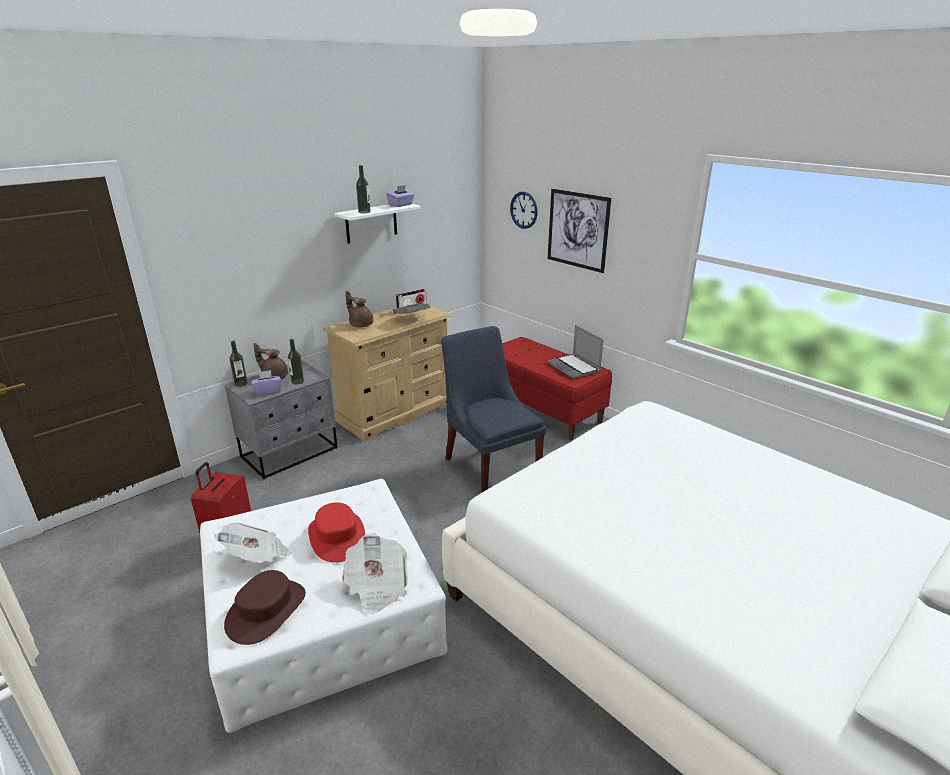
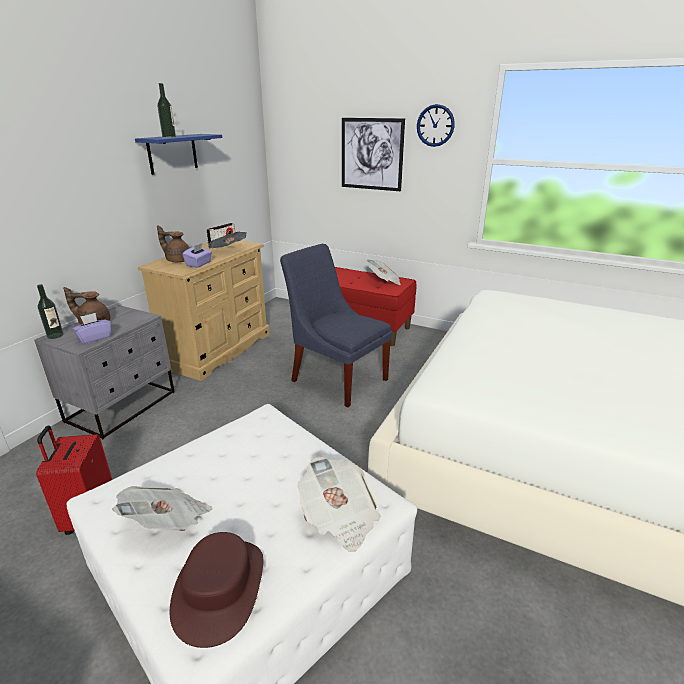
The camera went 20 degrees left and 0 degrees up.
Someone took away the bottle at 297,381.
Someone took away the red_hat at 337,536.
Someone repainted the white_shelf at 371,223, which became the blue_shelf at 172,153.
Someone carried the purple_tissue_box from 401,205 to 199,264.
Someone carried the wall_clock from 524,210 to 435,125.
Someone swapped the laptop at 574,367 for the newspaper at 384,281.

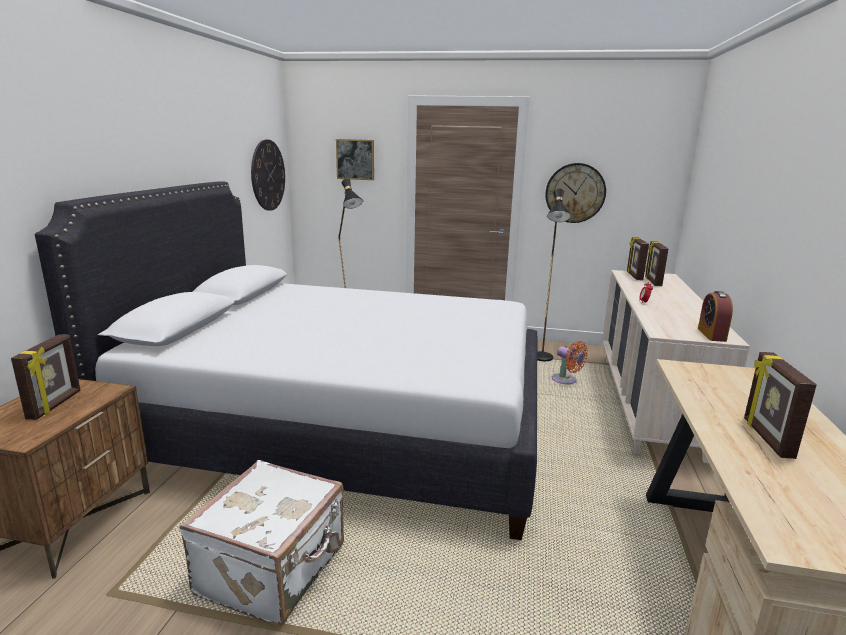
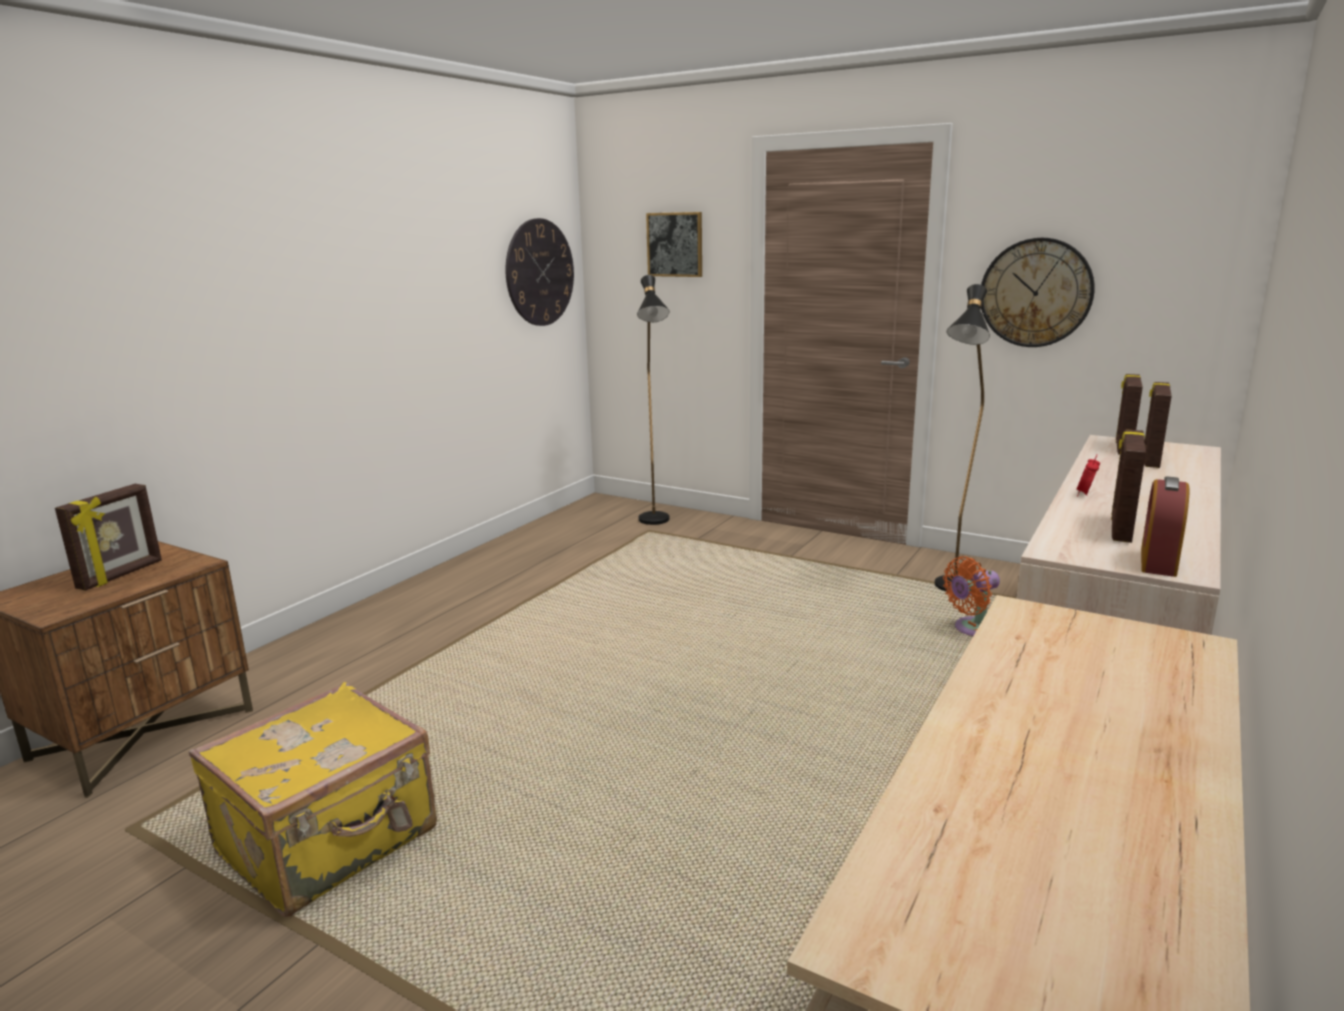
The camera went 20 degrees right and 0 degrees up.
Someone took away the white_bed at 343,427.
Someone repainted the white_suitcase at 274,570, which became the yellow_suitcase at 330,842.
Someone rotated the orange_fan at 566,380 by 90 degrees clockwise.
Someone carried the picture_frame from 766,438 to 1119,528.

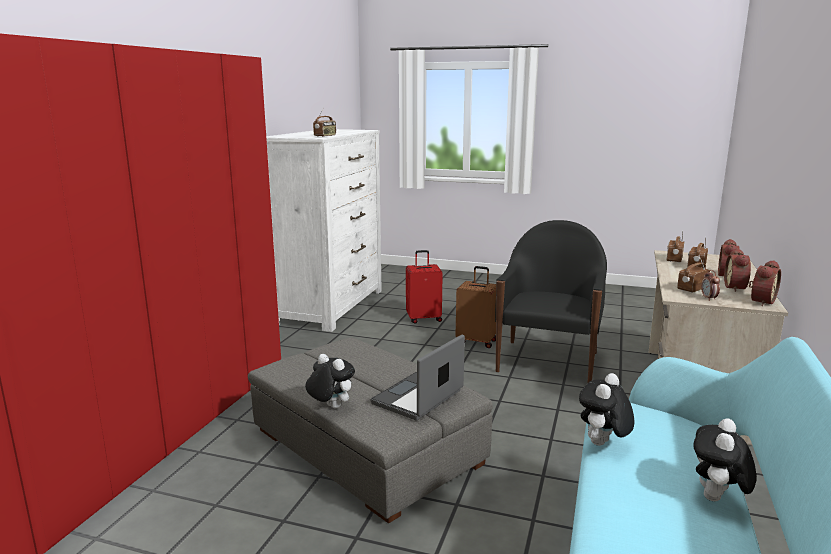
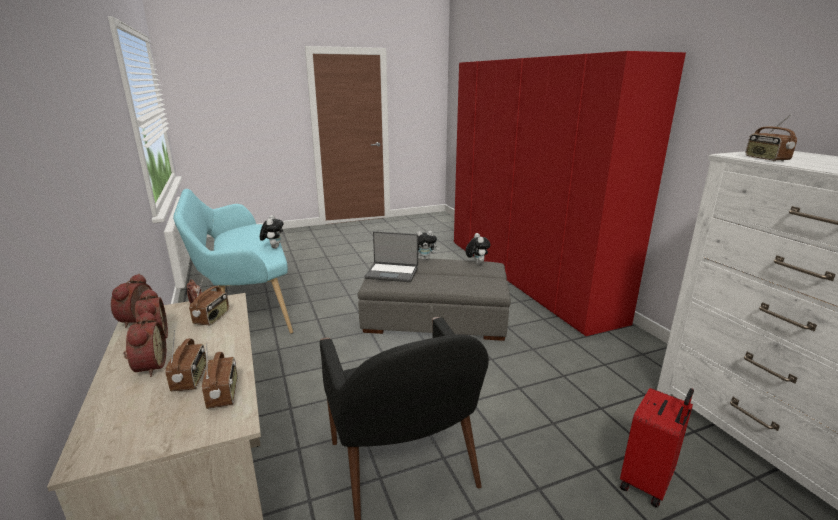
The camera went 140 degrees right and 5 degrees up.
Someone rotated the laptop at 419,398 by 105 degrees clockwise.
Someone took away the brown_suitcase at 477,341.
Someone carried the plush_toy from 717,499 to 476,263.

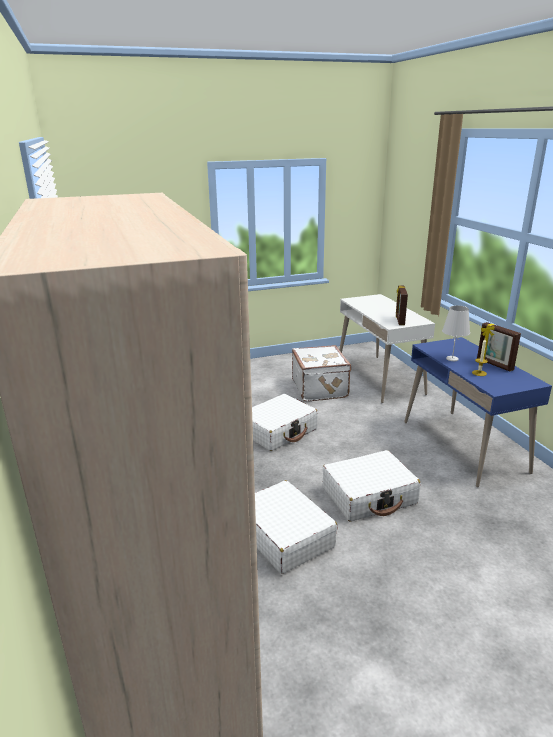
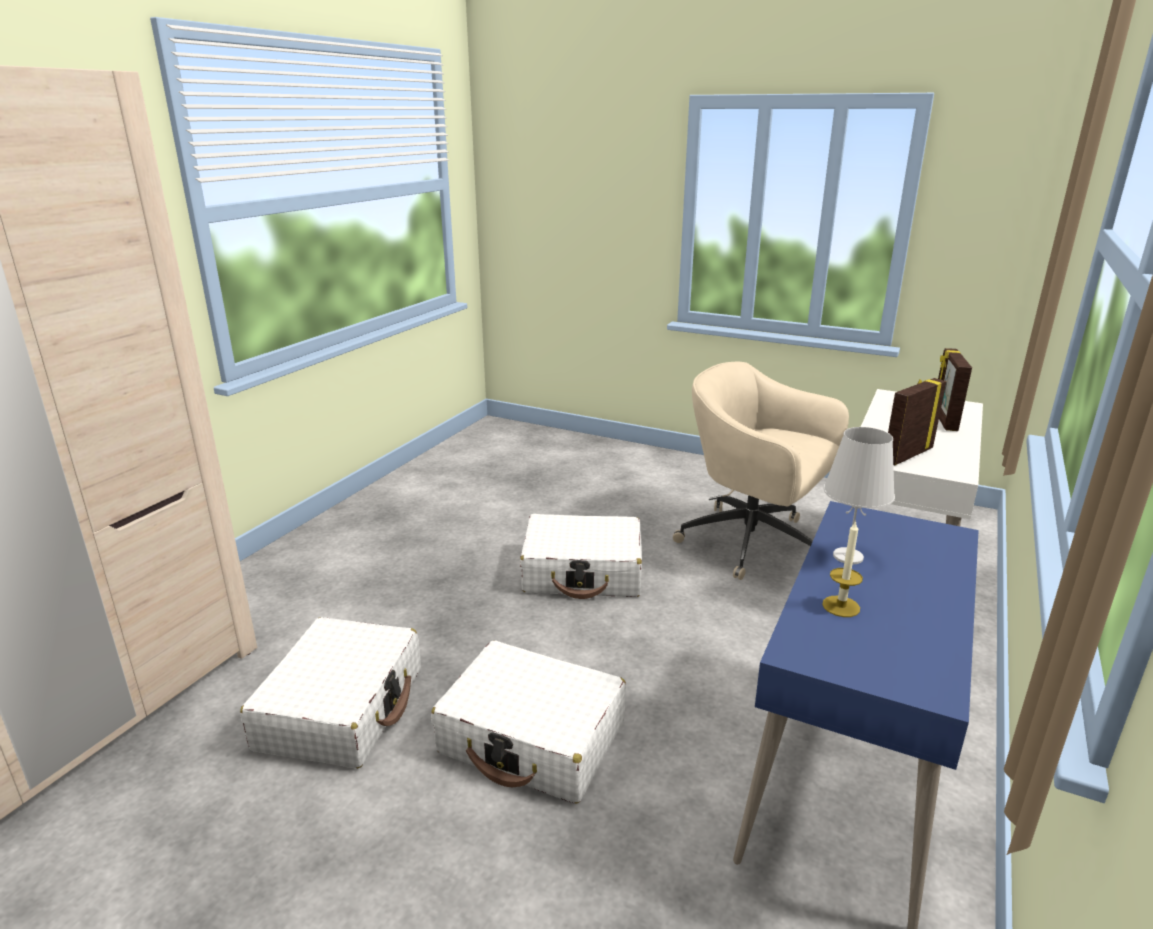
The camera went 45 degrees right and 0 degrees up.
Someone swapped the white_suitcase at 320,388 for the beige_office_chair at 754,543.
Someone carried the picture_frame from 494,365 to 943,420.

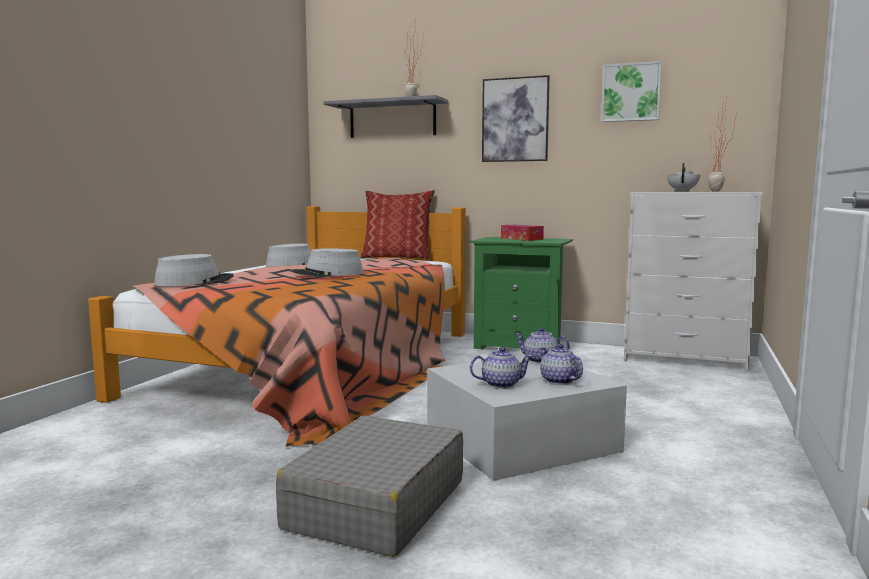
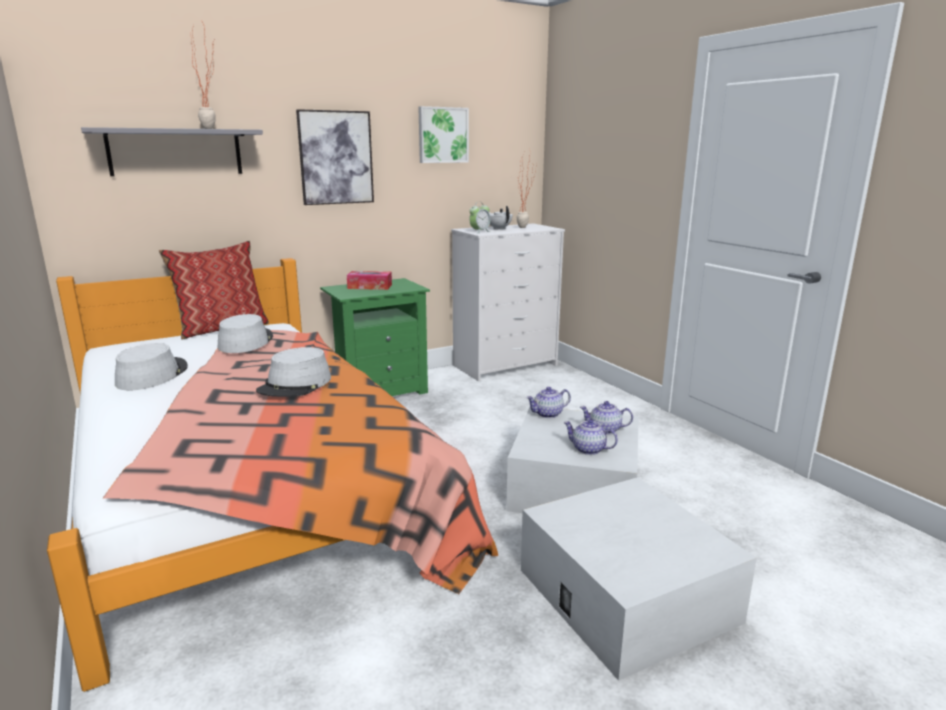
The camera went 50 degrees left and 10 degrees up.
Someone carried the grey_hat from 194,282 to 245,342.
Someone swapped the grey_suitcase at 376,505 for the white_storage_box at 626,595.
Someone rotated the teapot at 501,384 by 90 degrees counterclockwise.
Someone put down the alarm_clock at 479,232.

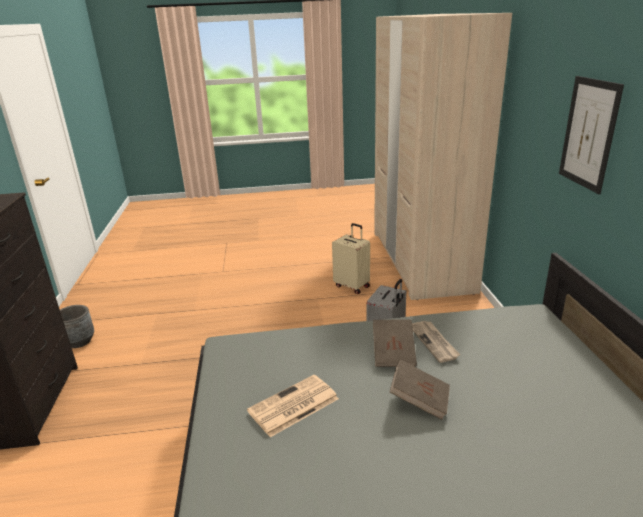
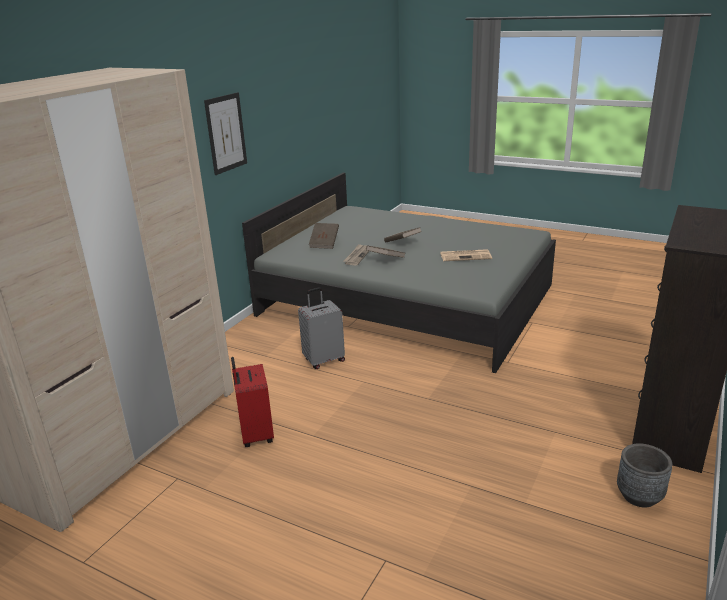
The camera went 145 degrees left and 0 degrees up.
Someone repainted the beige_suitcase at 352,286, which became the red_suitcase at 255,435.
Someone put down the brown_book at 324,243.

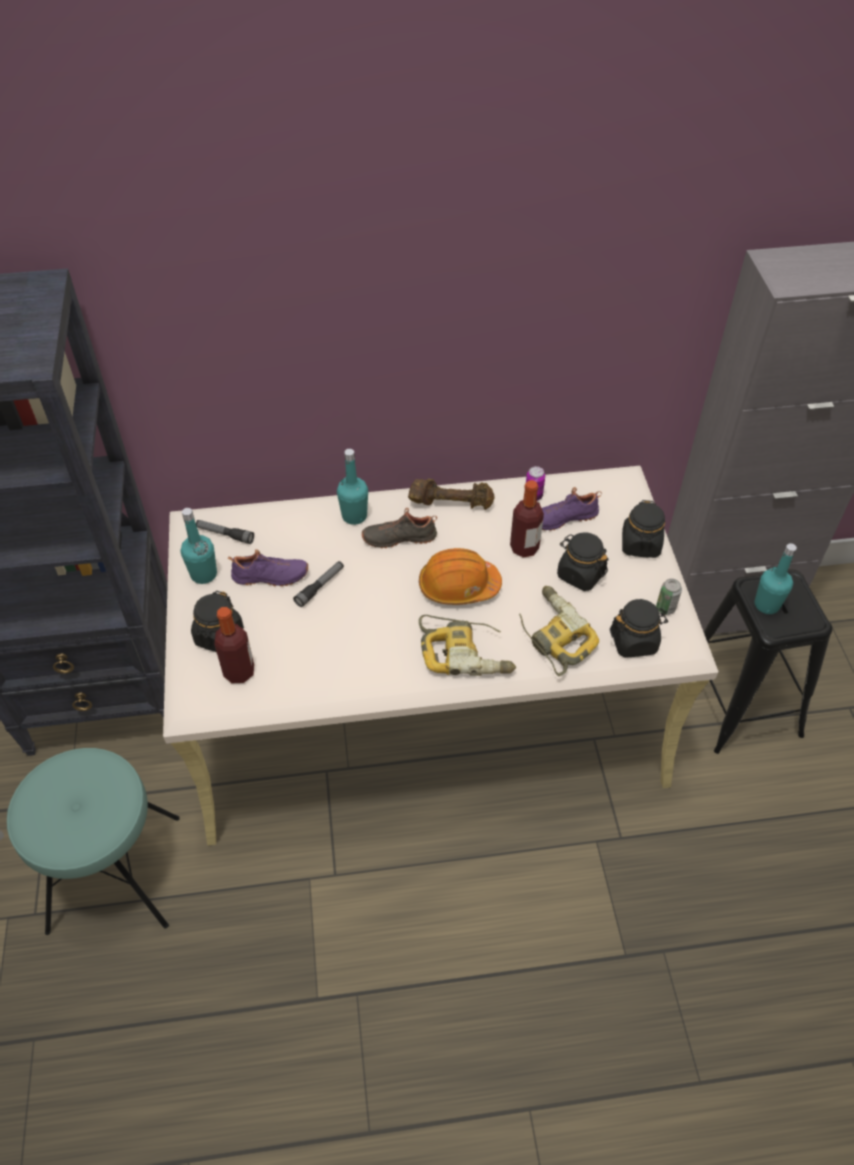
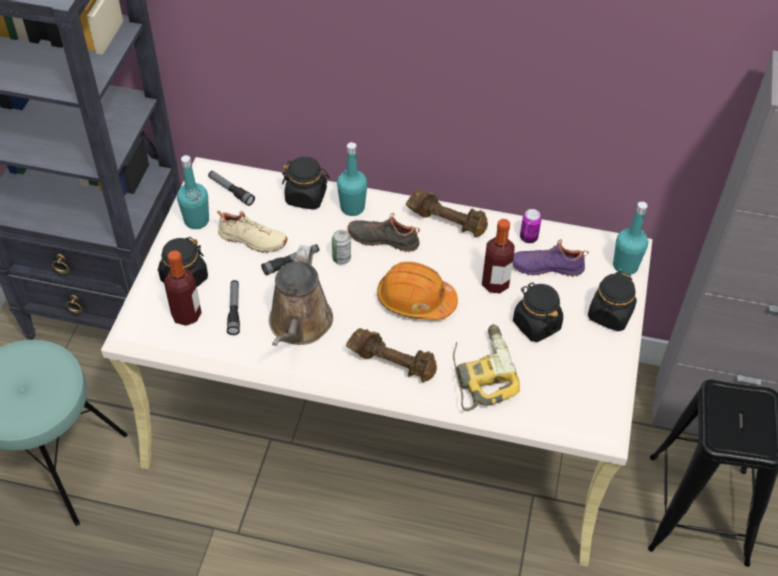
The camera went 20 degrees right and 0 degrees up.
Someone repainted the purple_shoe at 270,577, which became the beige_shoe at 252,241.
Someone swapped the power_drill at 466,652 for the brown_dumbbell at 392,362.
Someone carried the black_jar from 634,641 to 306,197.
Someone carried the can from 665,608 to 341,258.
Someone carried the turquoise_bottle from 766,605 to 625,266.
Someone put down the flashlight at 234,310.
Someone put down the brown_watering_can at 299,325.

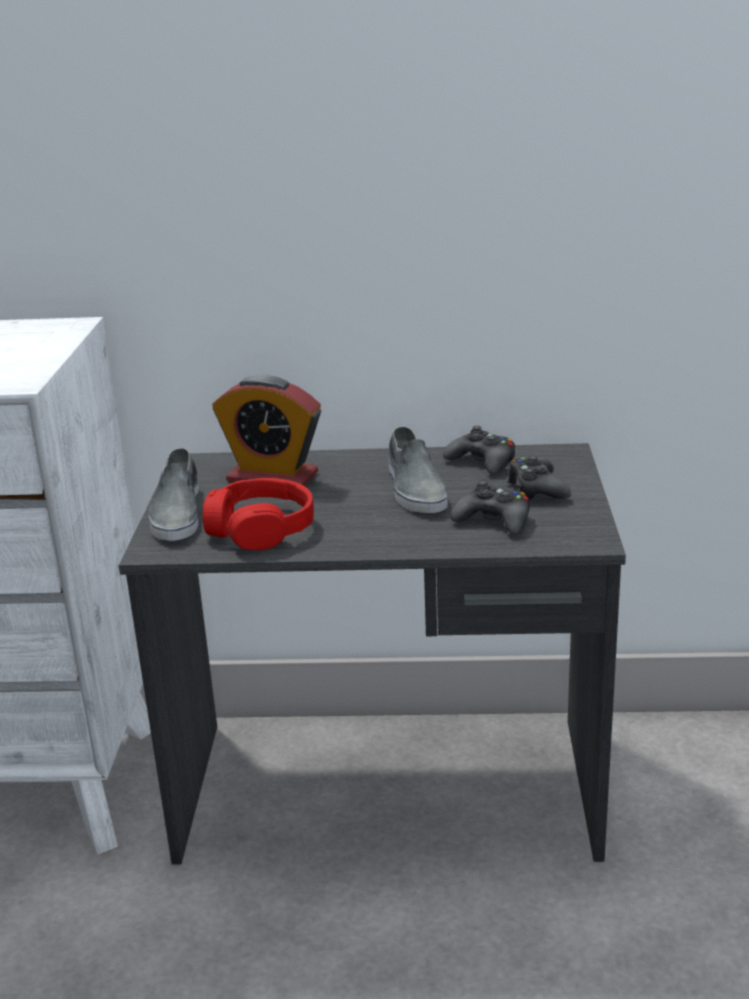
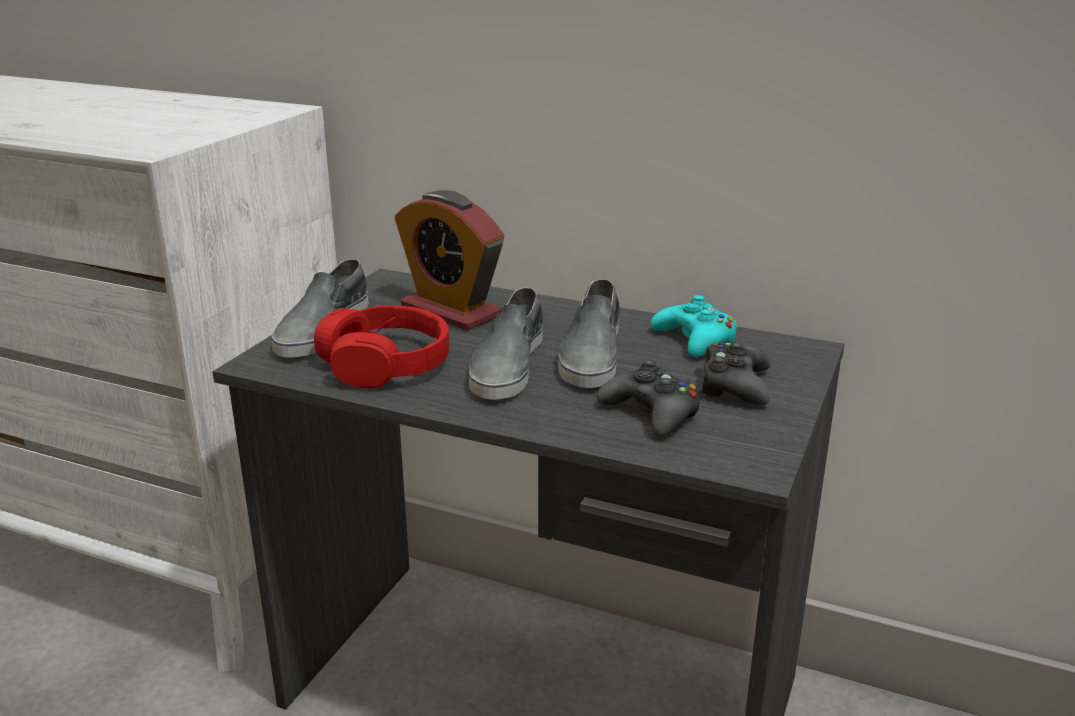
The camera went 20 degrees right and 0 degrees up.
Someone repainted the black_game_controller at 482,462, which became the turquoise_game_controller at 695,340.
Someone put down the grey_shoe at 507,365.

